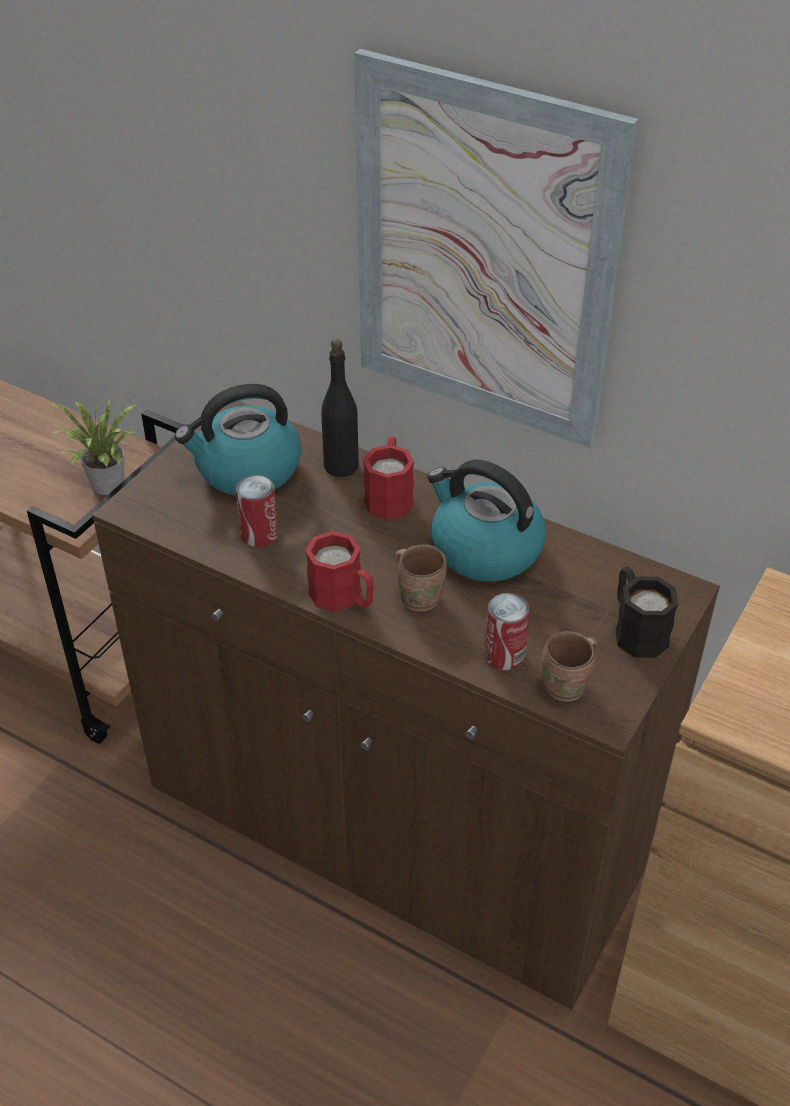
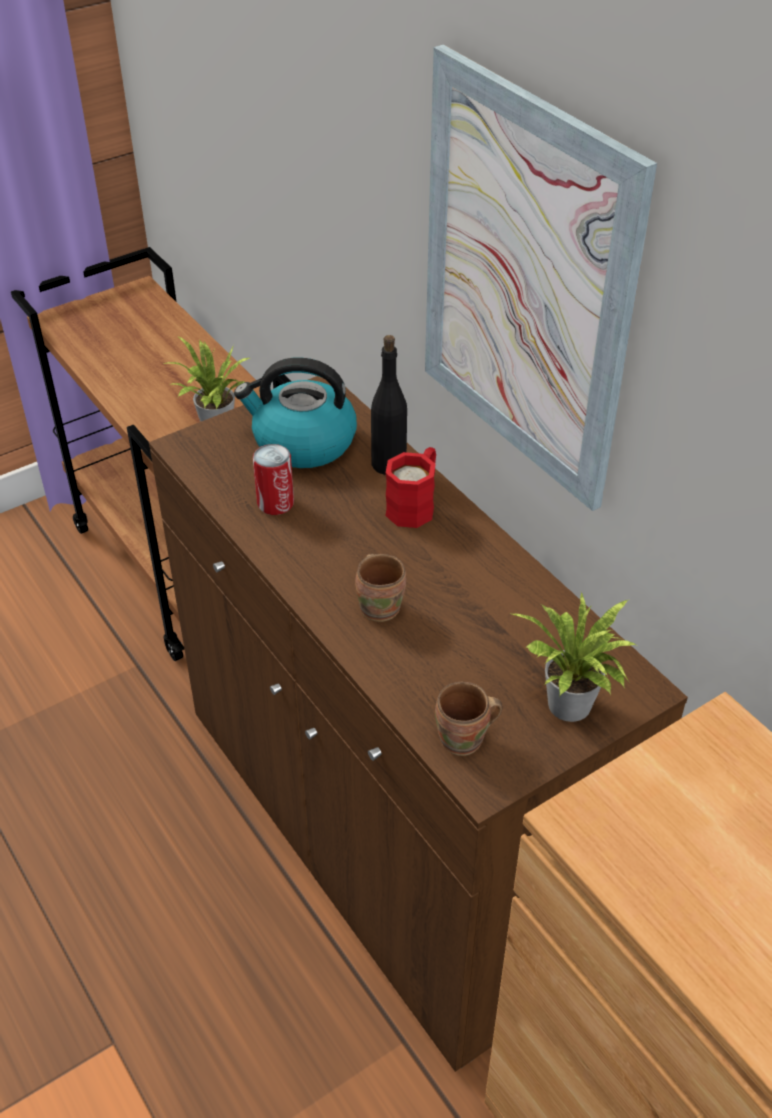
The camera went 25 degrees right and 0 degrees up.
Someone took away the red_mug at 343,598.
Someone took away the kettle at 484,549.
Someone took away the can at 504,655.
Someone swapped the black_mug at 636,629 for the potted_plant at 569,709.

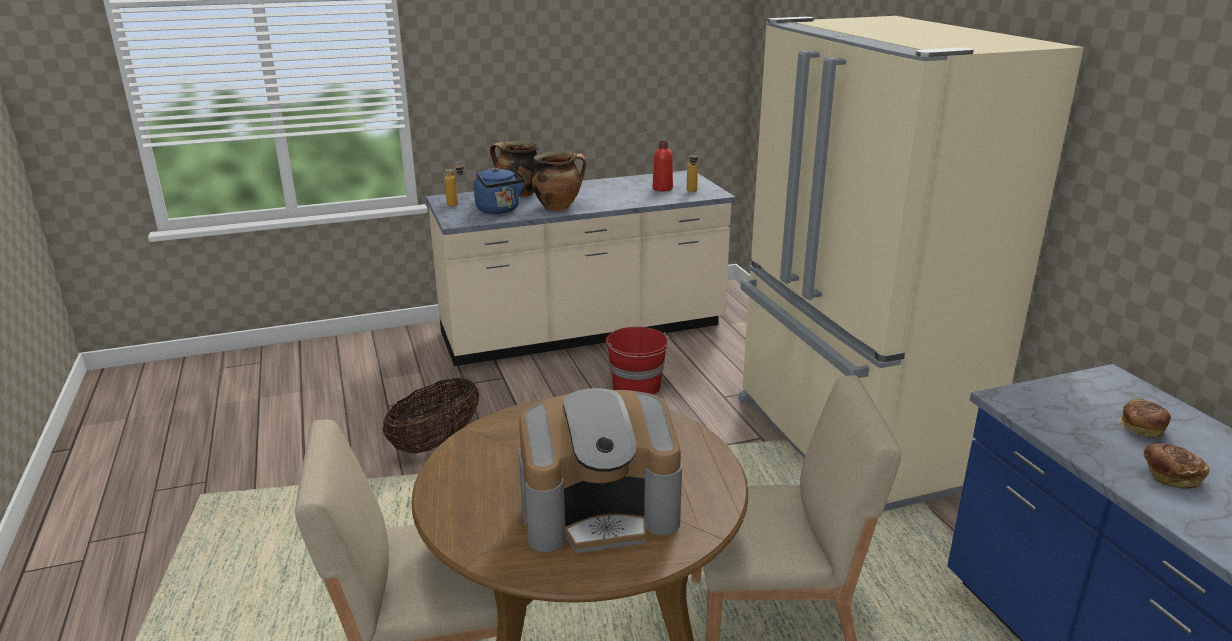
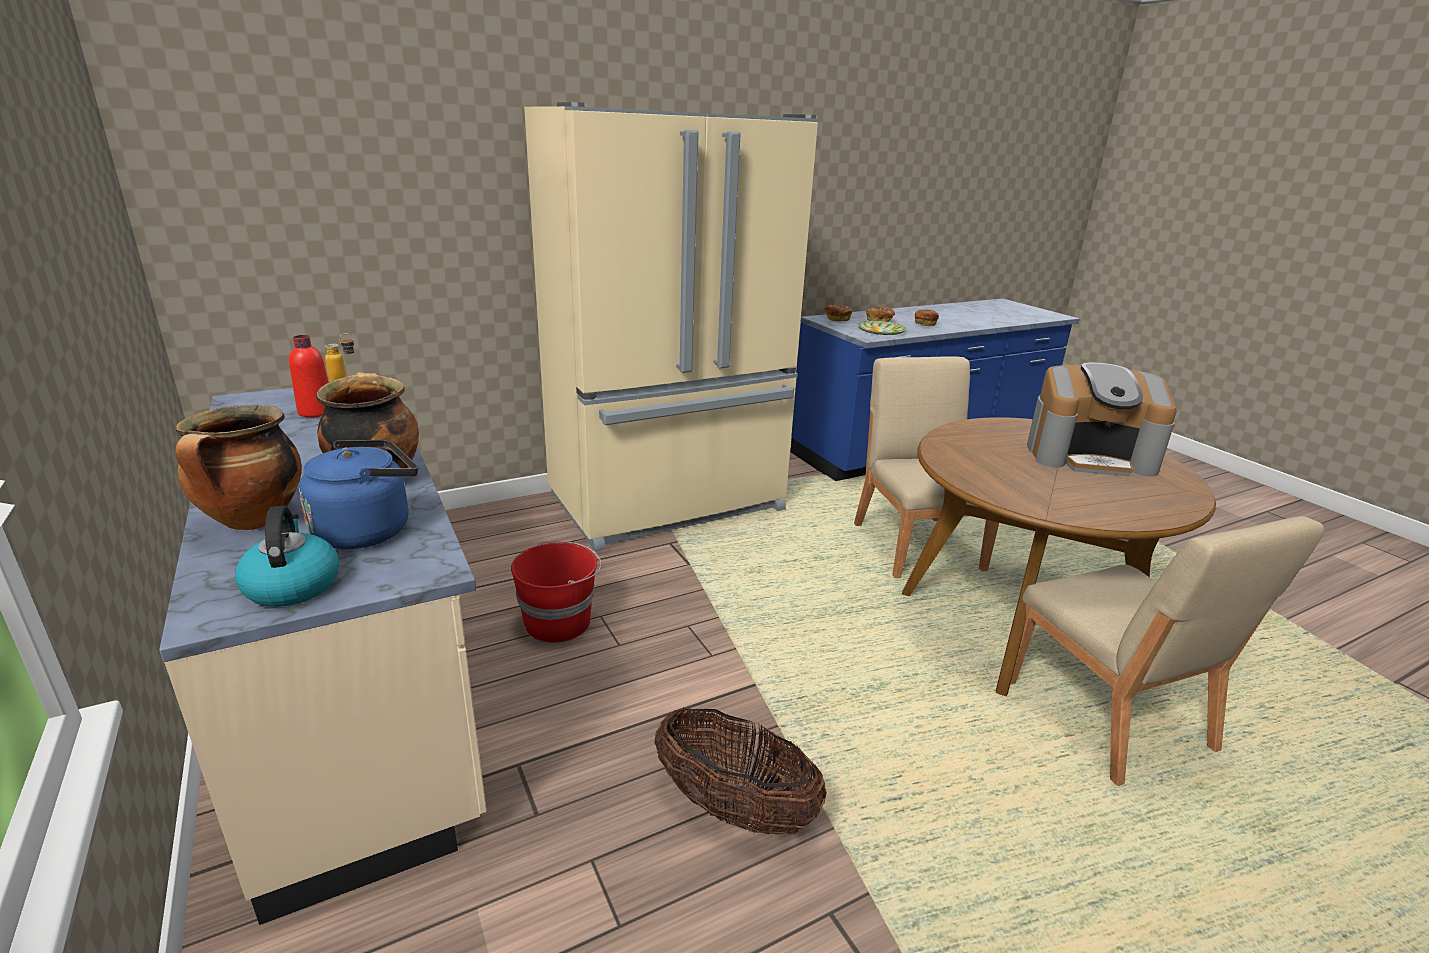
The camera went 100 degrees left and 0 degrees up.
Someone swapped the bottle at 457,205 for the kettle at 292,585.
Someone rotated the coffee_machine at 600,511 by 120 degrees clockwise.
Someone put down the bread at 836,319.
Someone put down the plate at 881,331.

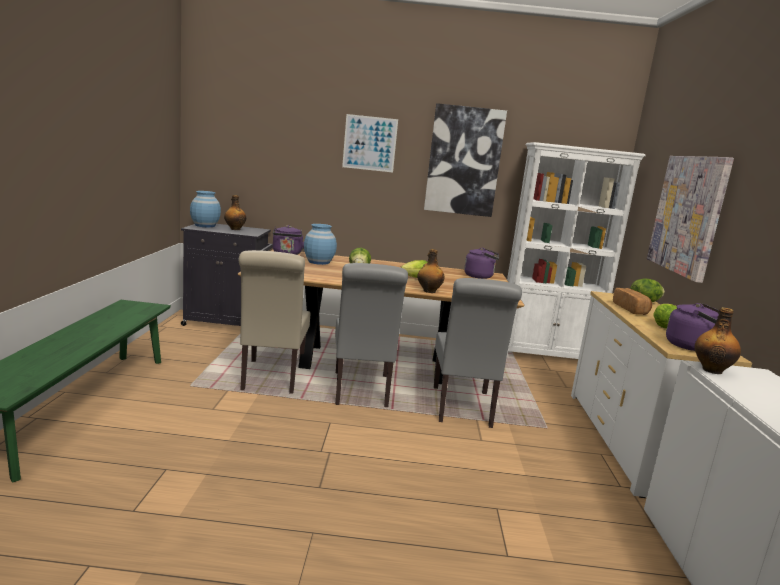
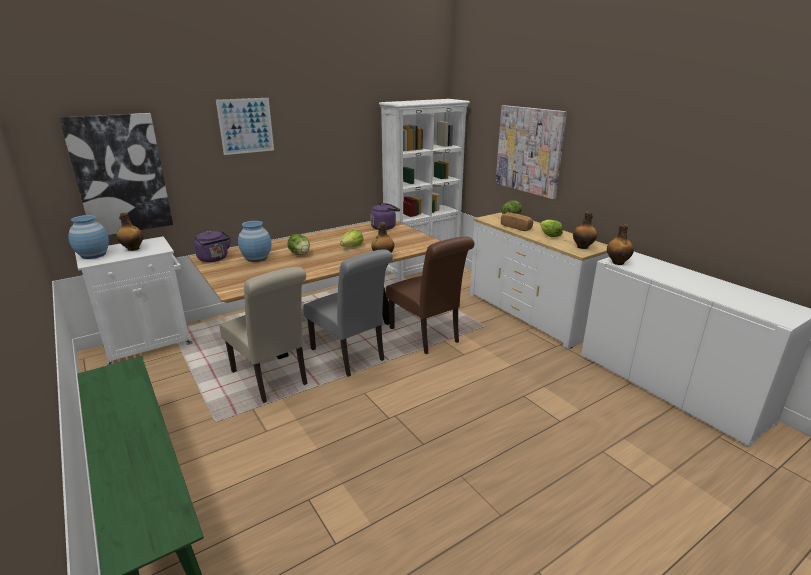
The camera went 35 degrees left and 10 degrees up.
Someone repainted the black_cabinet at 227,323, which became the white_cabinet at 150,344.
Someone carried the picture from 464,161 to 120,175.
Someone repainted the grey_chair at 462,409, which became the brown_chair at 427,337.
Someone swapped the purple_kettle at 692,347 for the bottle at 583,247.

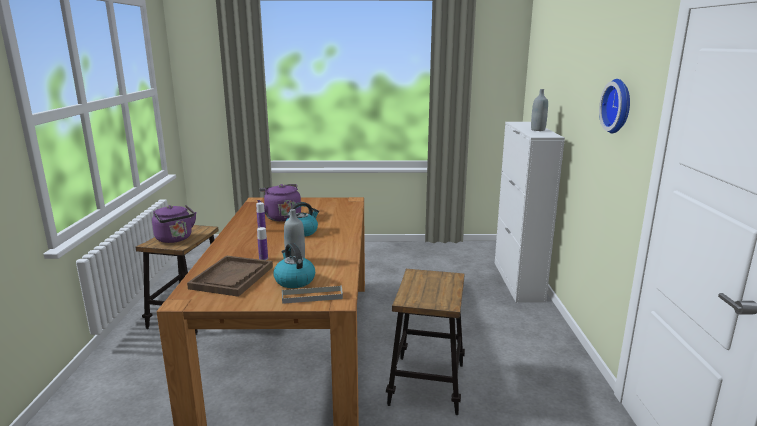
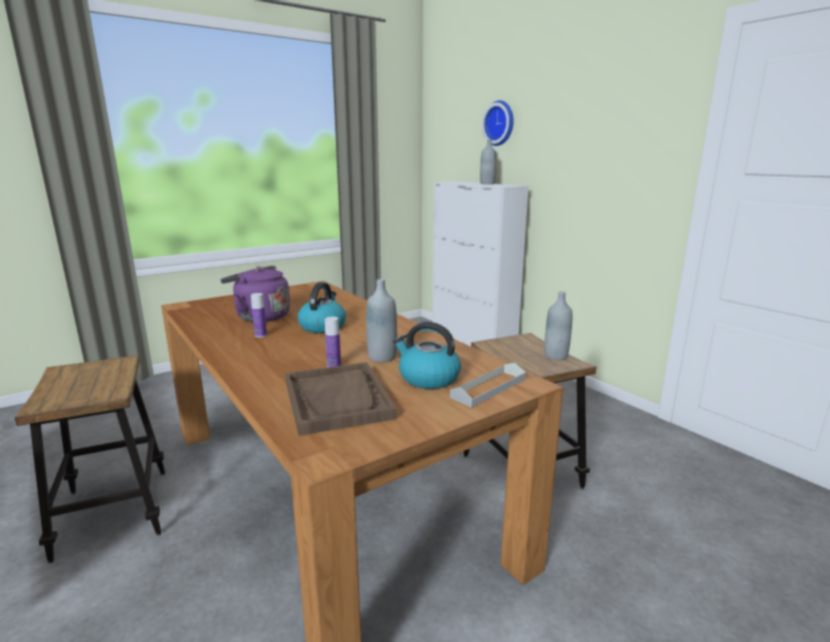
The camera went 35 degrees left and 0 degrees up.
Someone took away the purple_kettle at 175,239.
Someone carried the wall_clock from 619,106 to 500,123.
Someone put down the grey_bottle at 555,356.

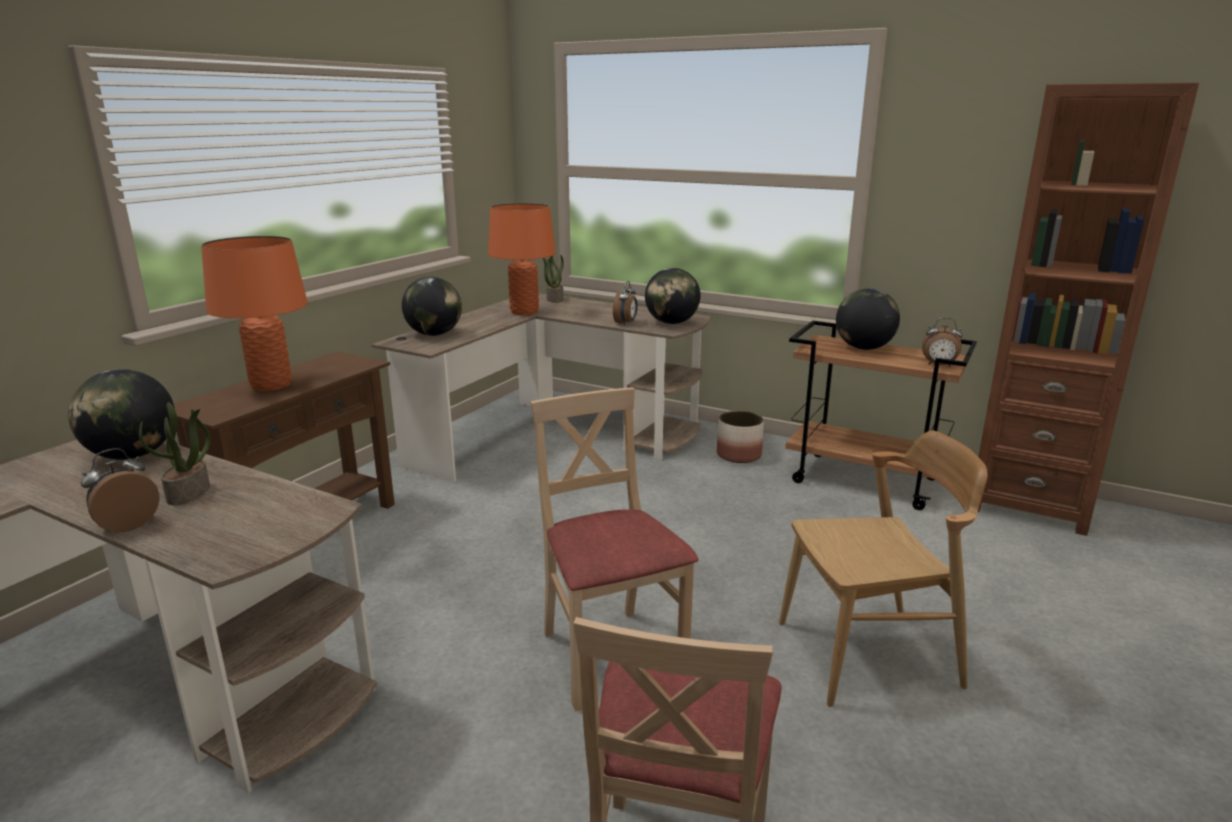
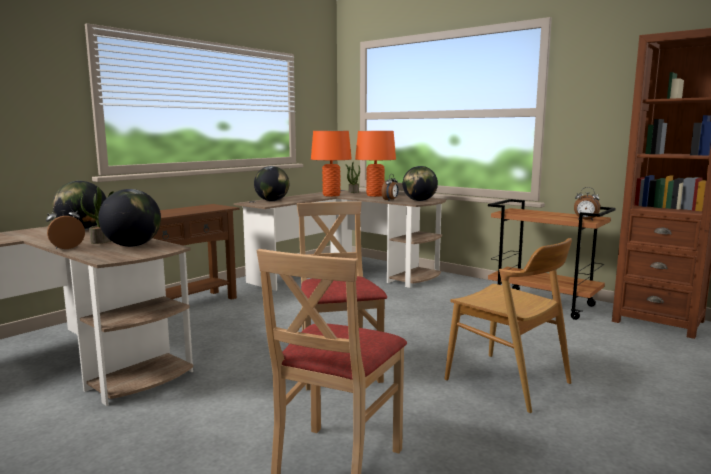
The camera went 10 degrees right and 10 degrees down.
Someone carried the orange_table_lamp from 271,385 to 375,195.
Someone took away the planter at 739,455.
Someone rotated the brown_chair at 868,655 by 45 degrees clockwise.
Someone carried the globe from 864,348 to 132,246.

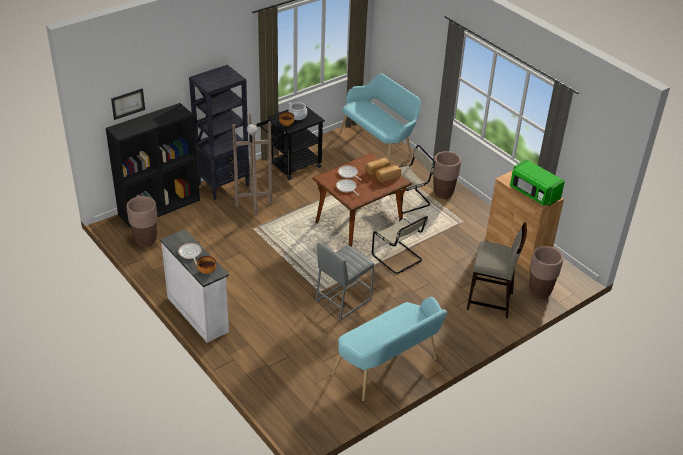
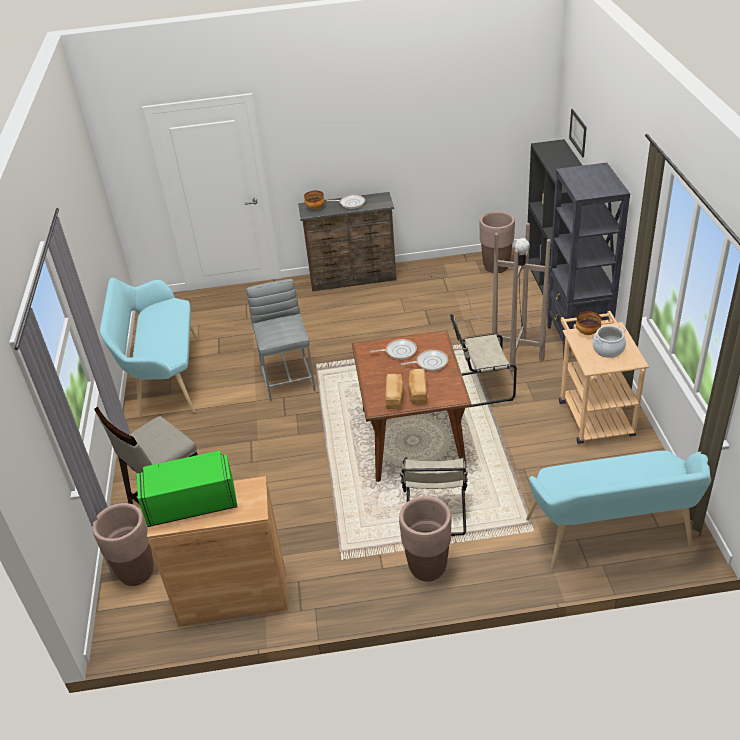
The camera went 125 degrees right and 0 degrees up.
Someone repainted the white_dresser at 198,313, which became the brown_dresser at 353,279.
Someone repainted the black_cart at 291,167, which became the beige_cart at 593,413.
Someone carried the beige_chair from 398,258 to 479,388.

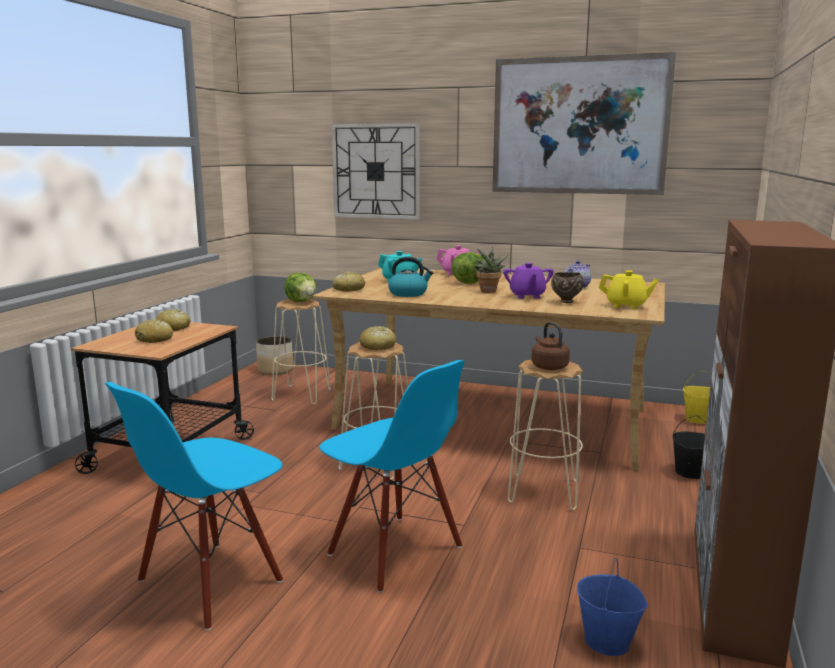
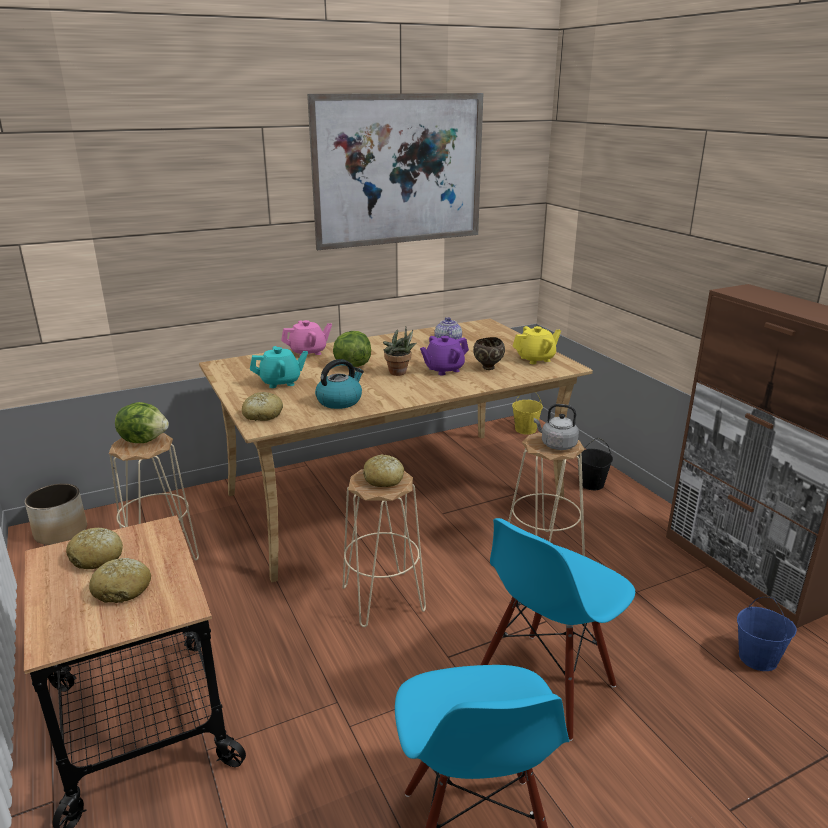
The camera went 45 degrees left and 10 degrees up.
Someone rotated the blue_chair at 394,551 by 135 degrees clockwise.
Someone took away the wall_clock at 376,171.
Someone rotated the purple_teapot at 527,296 by 105 degrees clockwise.
Someone repainted the brown_kettle at 548,366, which became the grey_kettle at 556,445.

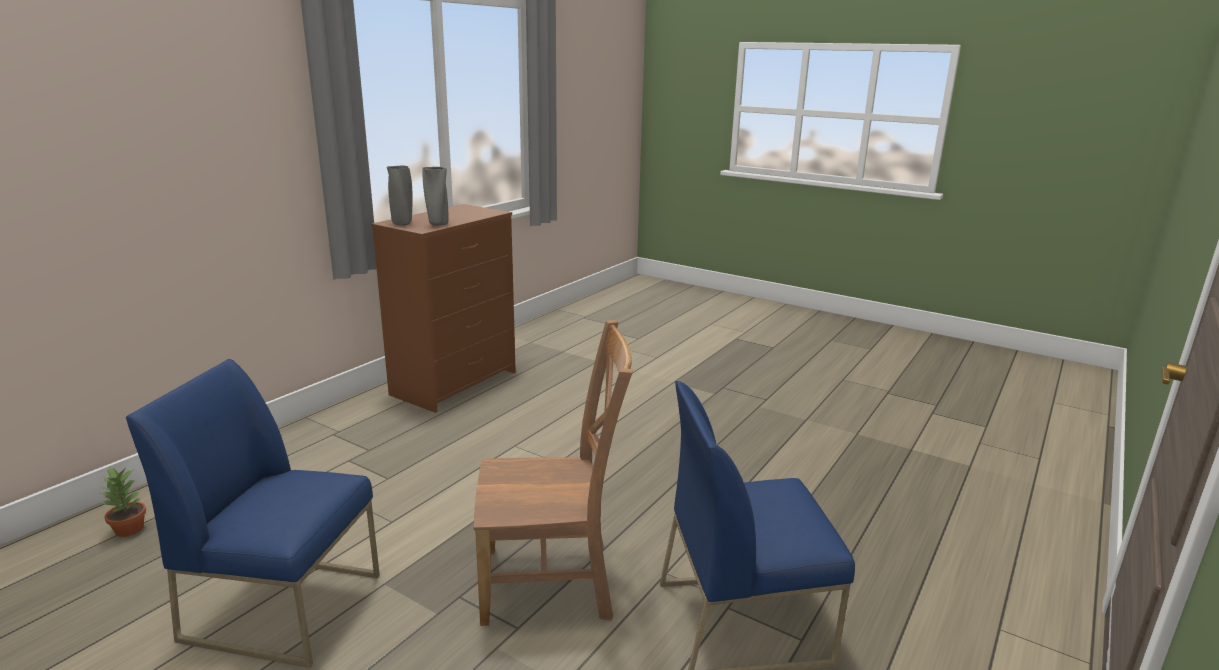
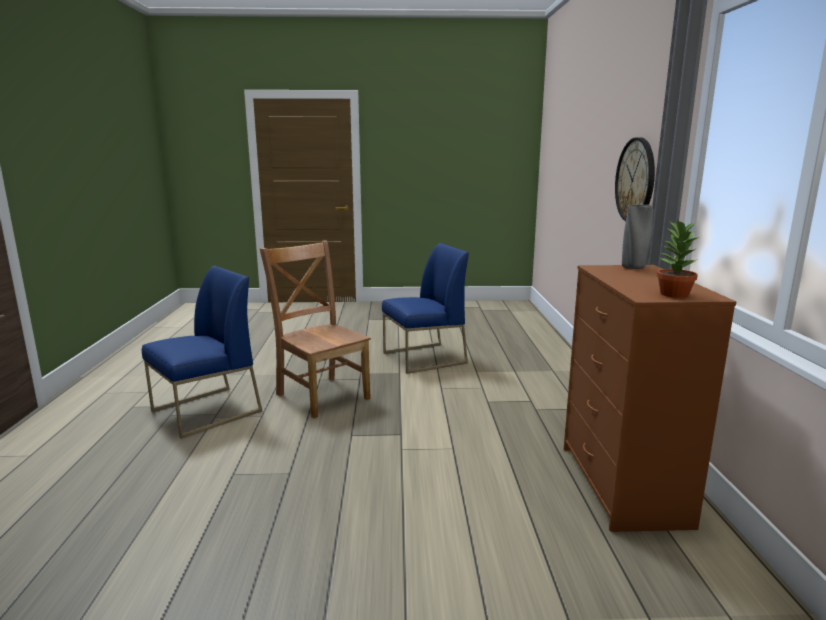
The camera went 145 degrees right and 5 degrees down.
Someone carried the potted_plant from 129,529 to 673,294.
Someone took away the grey_vase at 437,224.
Someone rotated the brown_chair at 553,582 by 90 degrees clockwise.
Someone put up the wall_clock at 635,180.

